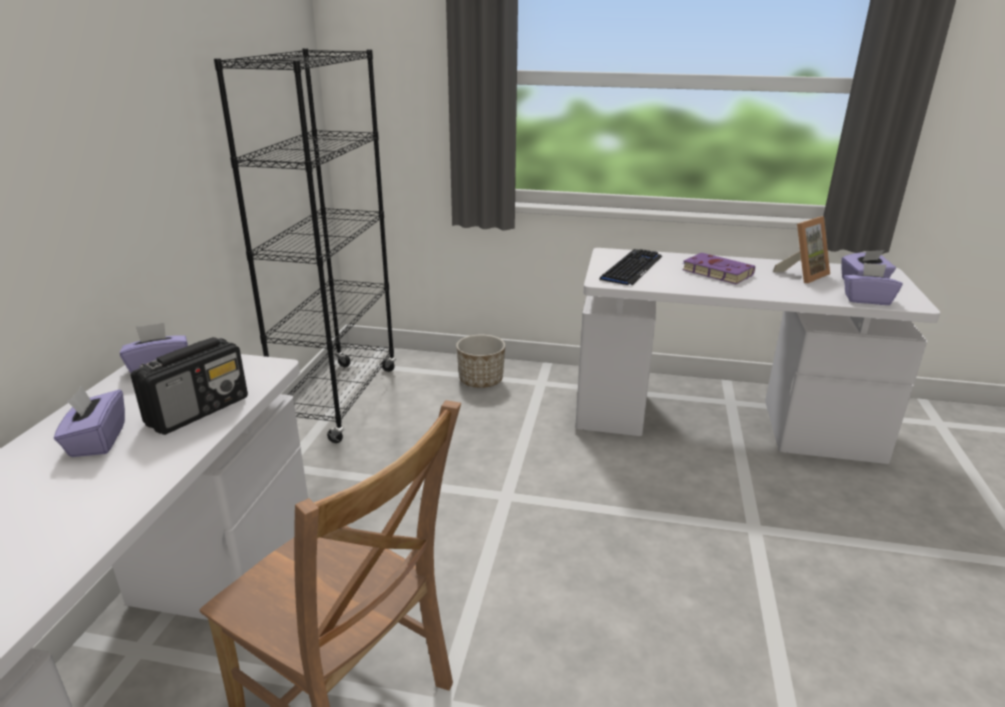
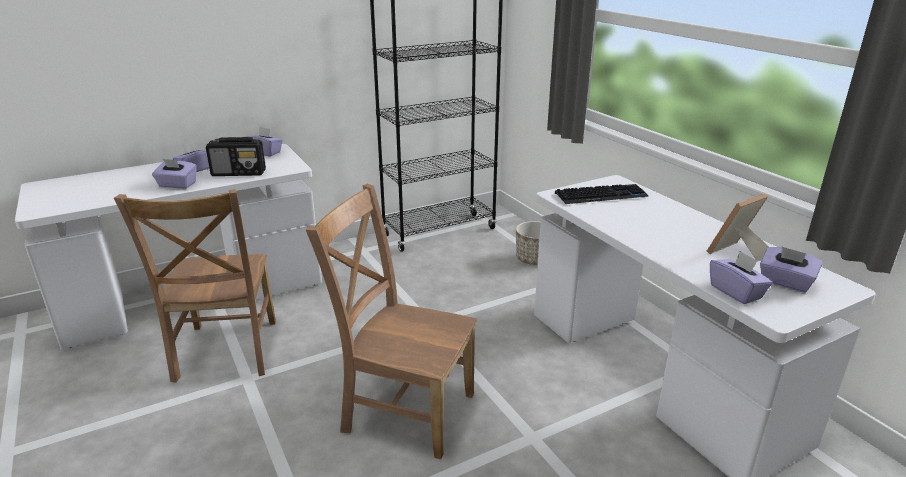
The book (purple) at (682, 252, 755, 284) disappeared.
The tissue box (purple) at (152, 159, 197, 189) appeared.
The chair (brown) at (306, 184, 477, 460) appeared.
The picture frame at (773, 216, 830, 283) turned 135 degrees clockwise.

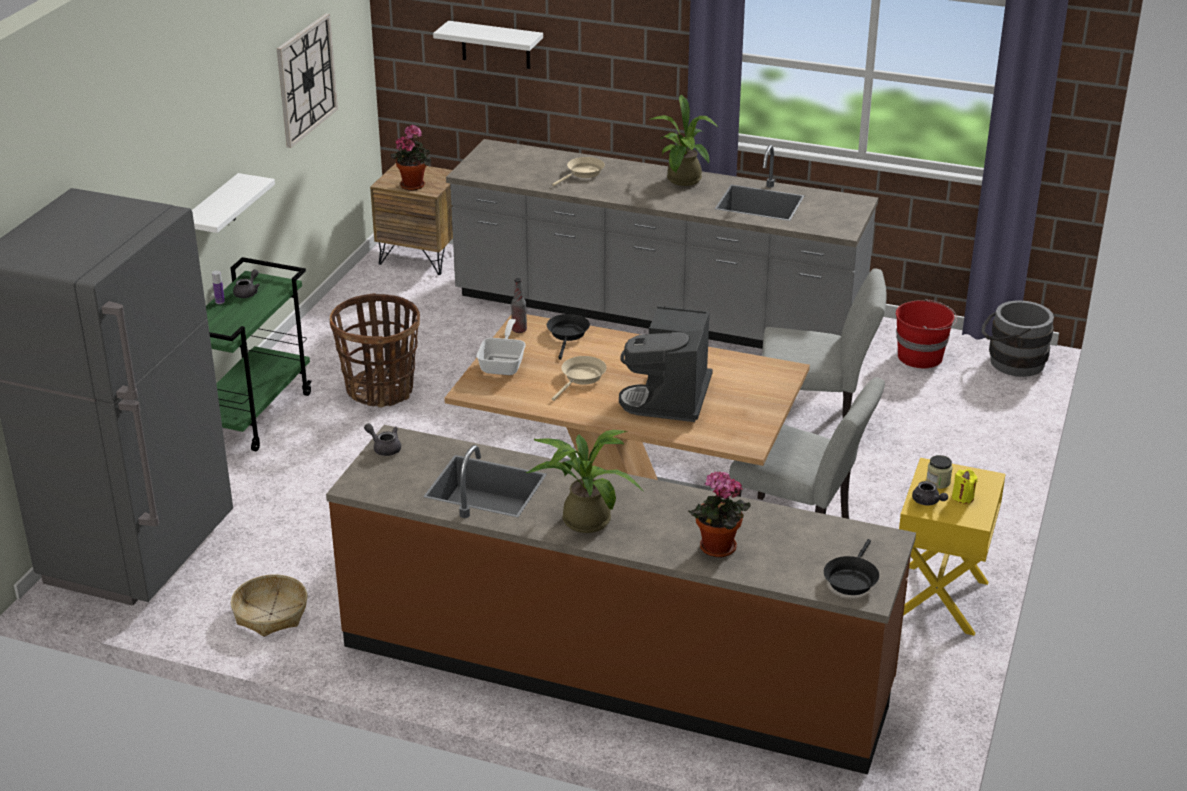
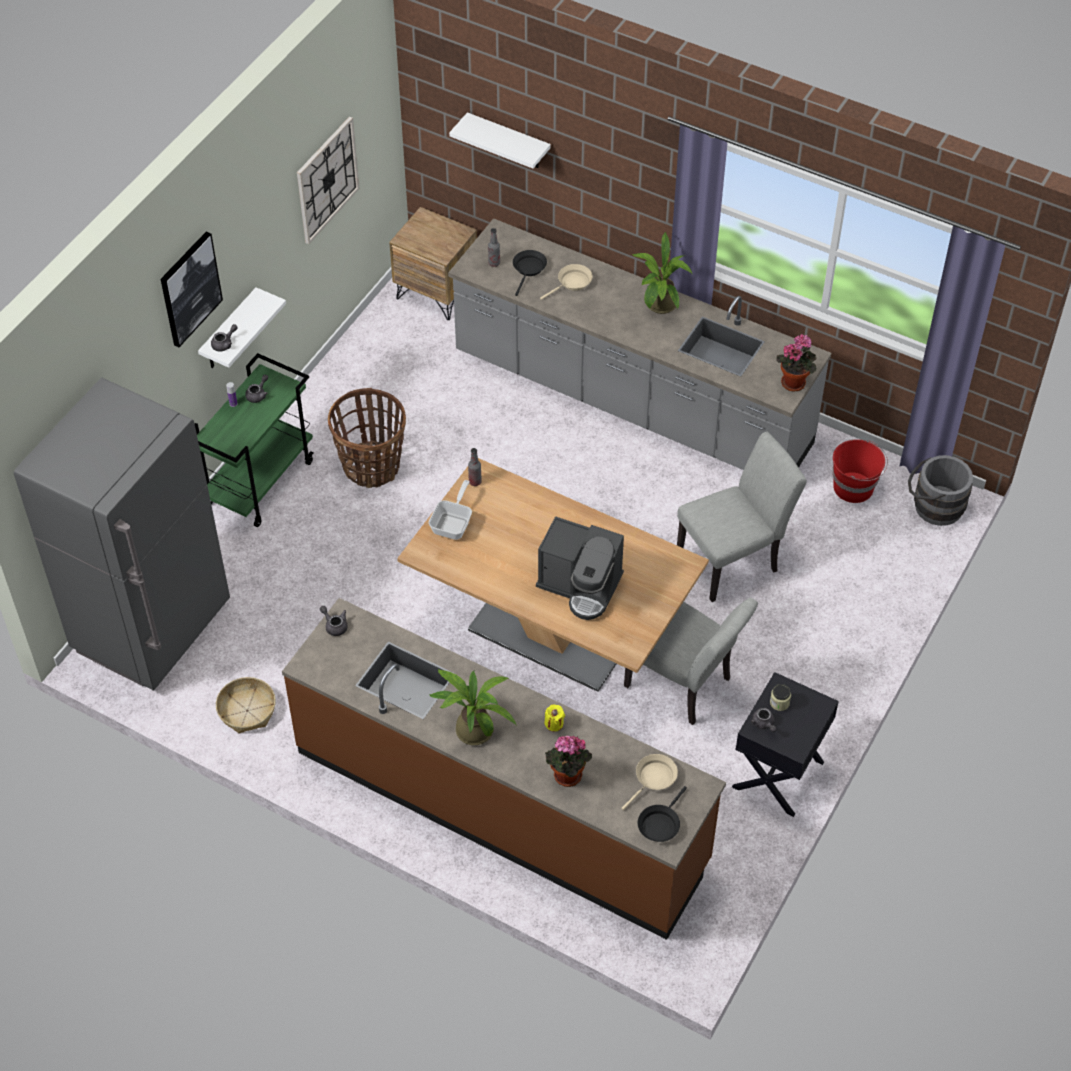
The picture at (161, 232, 223, 347) appeared.
The teapot (grey) at (211, 324, 238, 352) appeared.
The bottle at (488, 228, 500, 267) appeared.
The potted plant moved from (391, 125, 431, 191) to (776, 334, 817, 392).
The frying pan (black) moved from (547, 314, 590, 360) to (513, 250, 547, 296).
The frying pan (beige) moved from (552, 356, 607, 401) to (621, 754, 678, 810).
The candle (yellow) moved from (952, 469, 977, 504) to (544, 705, 565, 732).
The nightstand (yellow) at (899, 458, 1006, 636) became the nightstand (black) at (732, 672, 839, 817).
The coffee machine at (619, 306, 713, 422) turned 90 degrees counterclockwise.
The chair (grey) at (762, 268, 887, 418) turned 45 degrees counterclockwise.

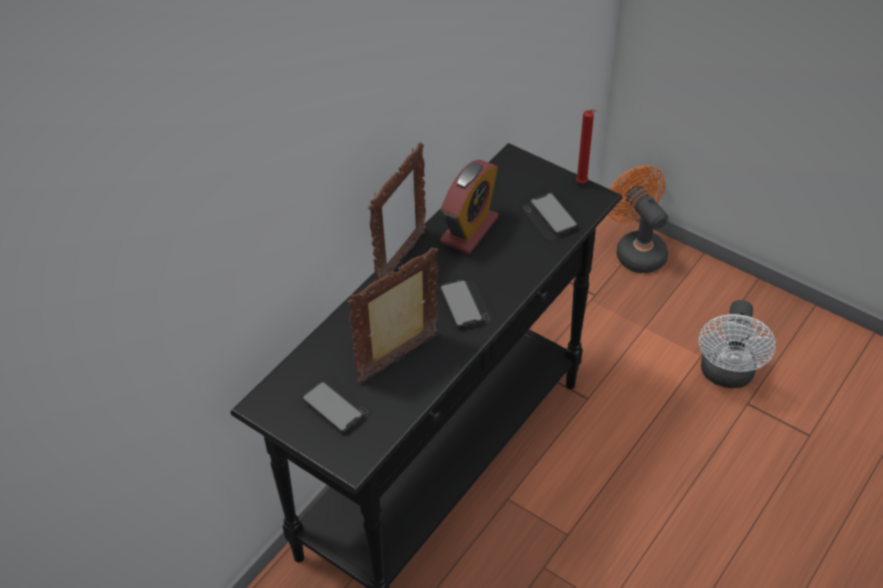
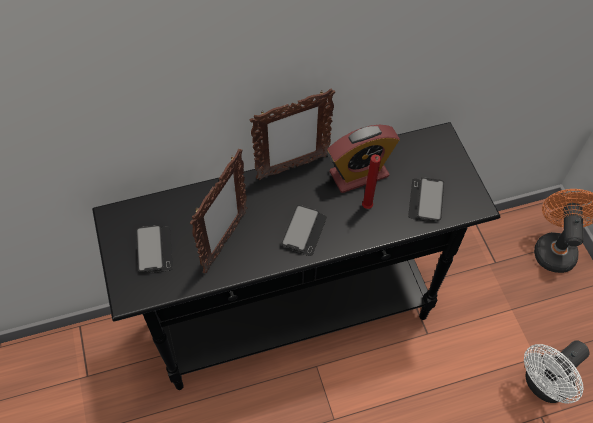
The candle (red) moved from (576, 109, 596, 183) to (362, 154, 381, 209).
The picture frame at (347, 247, 439, 383) turned 120 degrees clockwise.

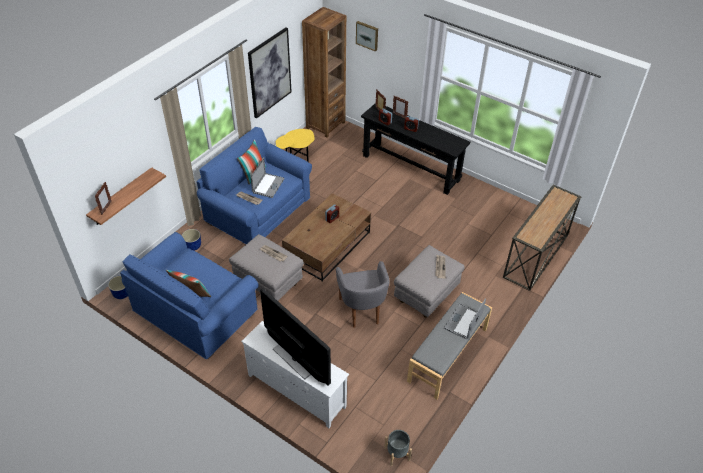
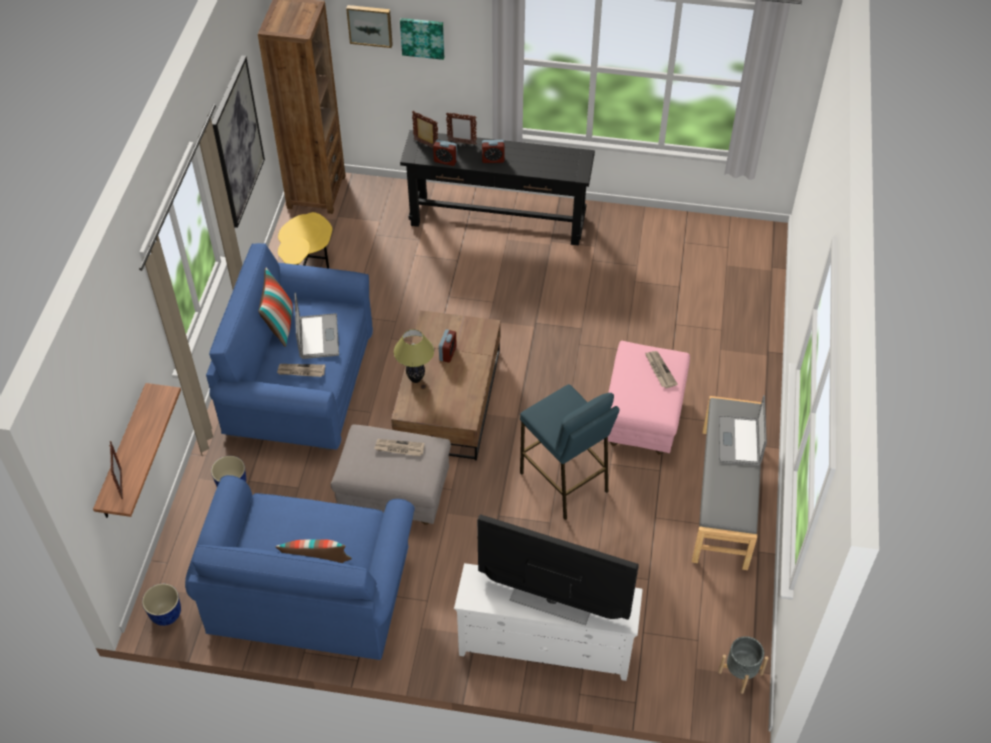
The console table at (503, 185, 581, 291) disappeared.
The table lamp at (394, 329, 434, 383) appeared.
The picture at (400, 18, 444, 60) appeared.
The armchair (grey) at (336, 261, 389, 328) was replaced by the stool (blue) at (520, 384, 620, 520).
The ottoman (grey) at (394, 245, 465, 317) became the ottoman (pink) at (603, 341, 690, 454).

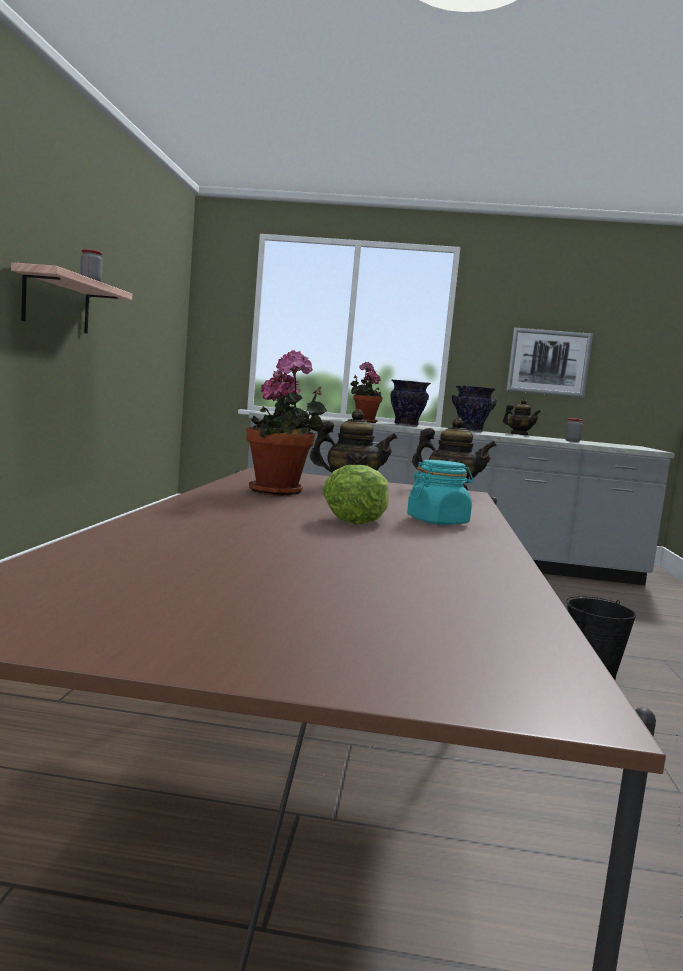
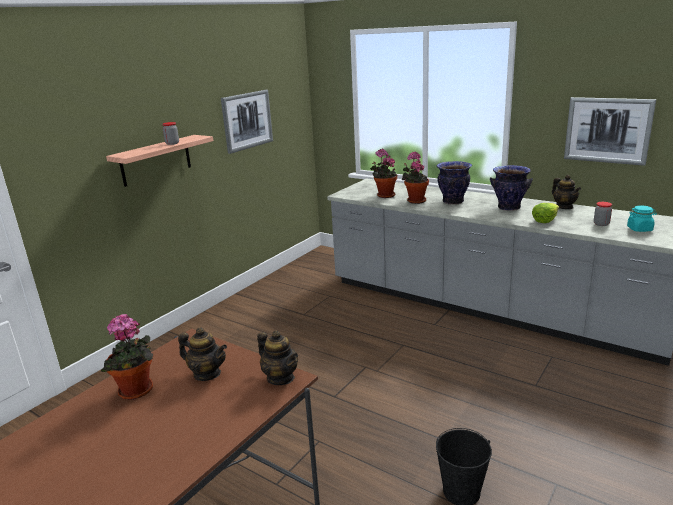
The picture at (221, 90, 273, 154) appeared.
The potted plant at (370, 149, 397, 198) appeared.
The lettuce moved from (322, 465, 389, 524) to (532, 203, 559, 223).
The jar (turquoise) moved from (407, 460, 473, 525) to (627, 205, 657, 232).

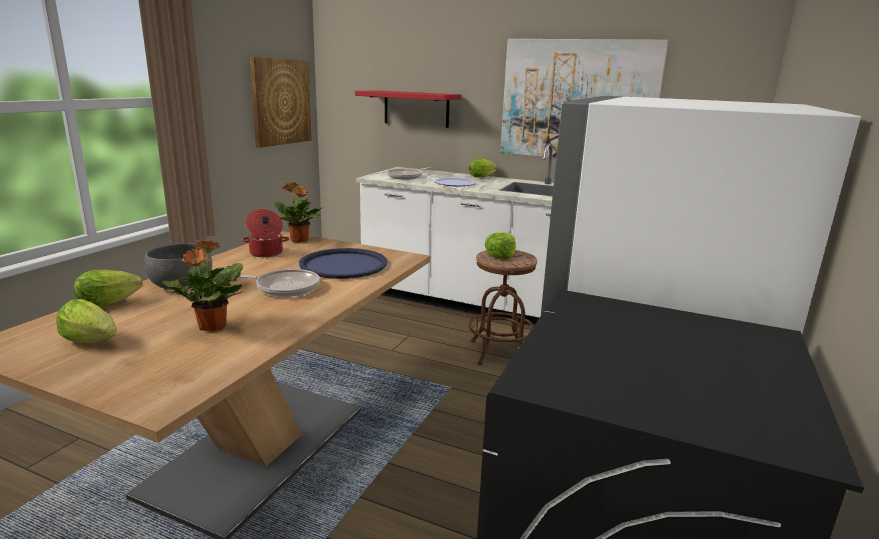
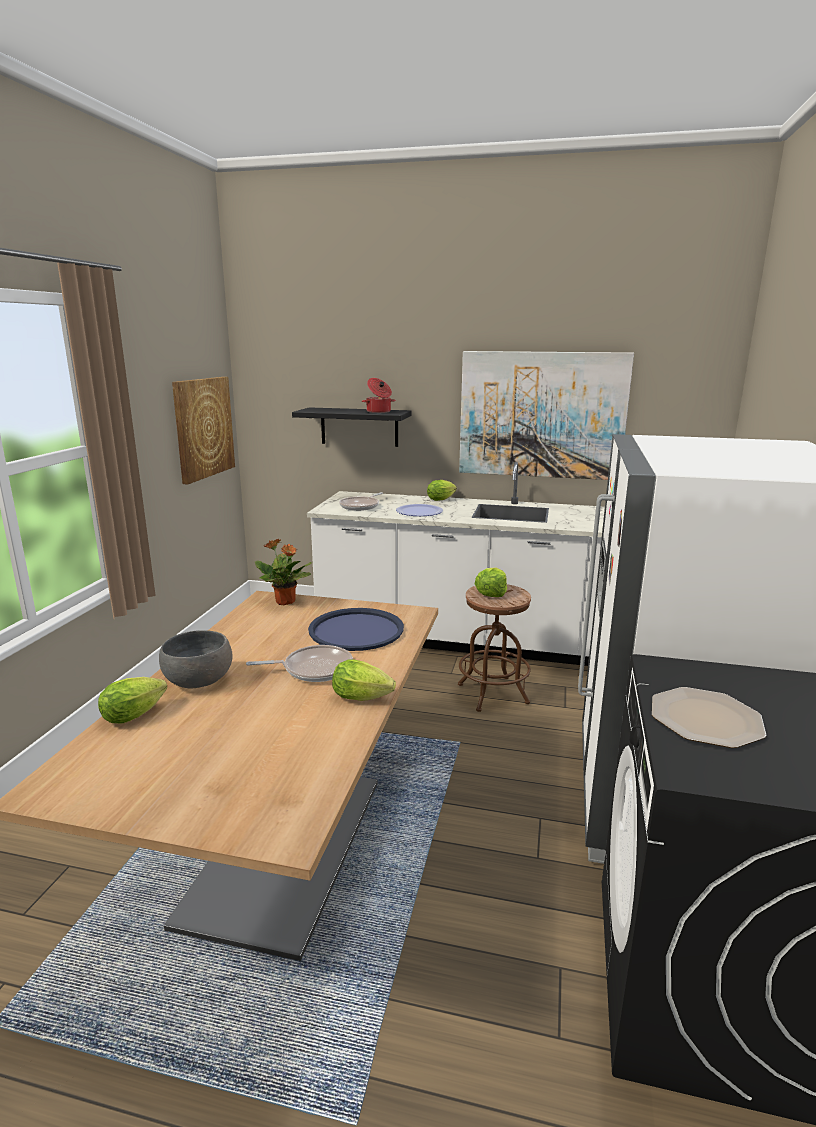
The potted plant at (162, 240, 243, 331) disappeared.
The plate at (652, 687, 767, 748) appeared.
The lettuce moved from (56, 299, 117, 344) to (332, 659, 396, 701).
The cooking pot moved from (241, 209, 289, 257) to (362, 378, 396, 413).
The shelf (red) at (355, 90, 461, 128) became the shelf (black) at (292, 407, 411, 447).

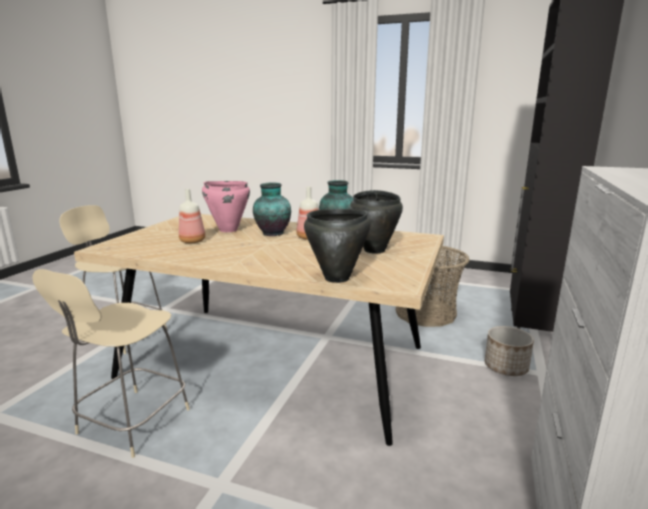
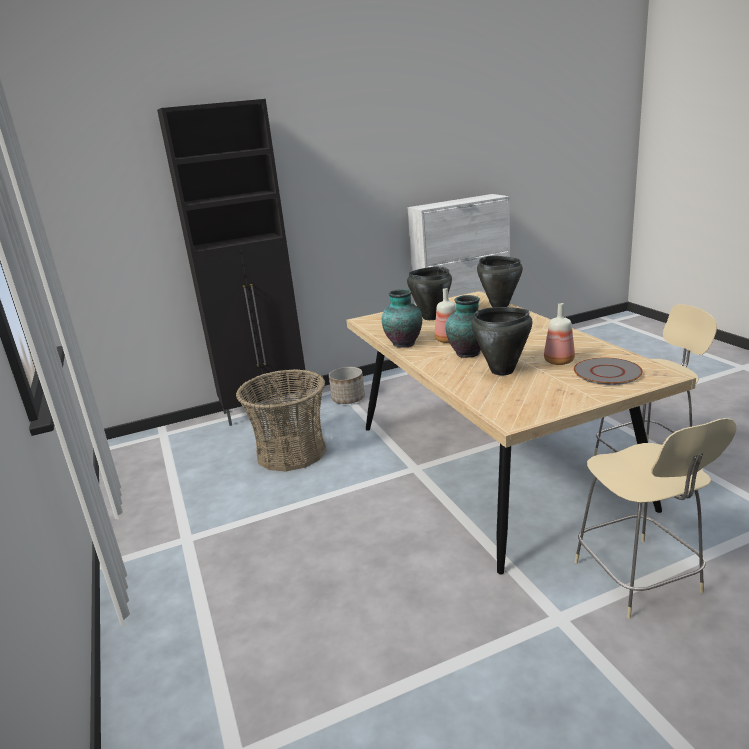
The plate (grey) at (574, 357, 643, 385) appeared.
The cooking pot (pink) at (202, 181, 250, 232) became the cooking pot (black) at (471, 307, 533, 375).

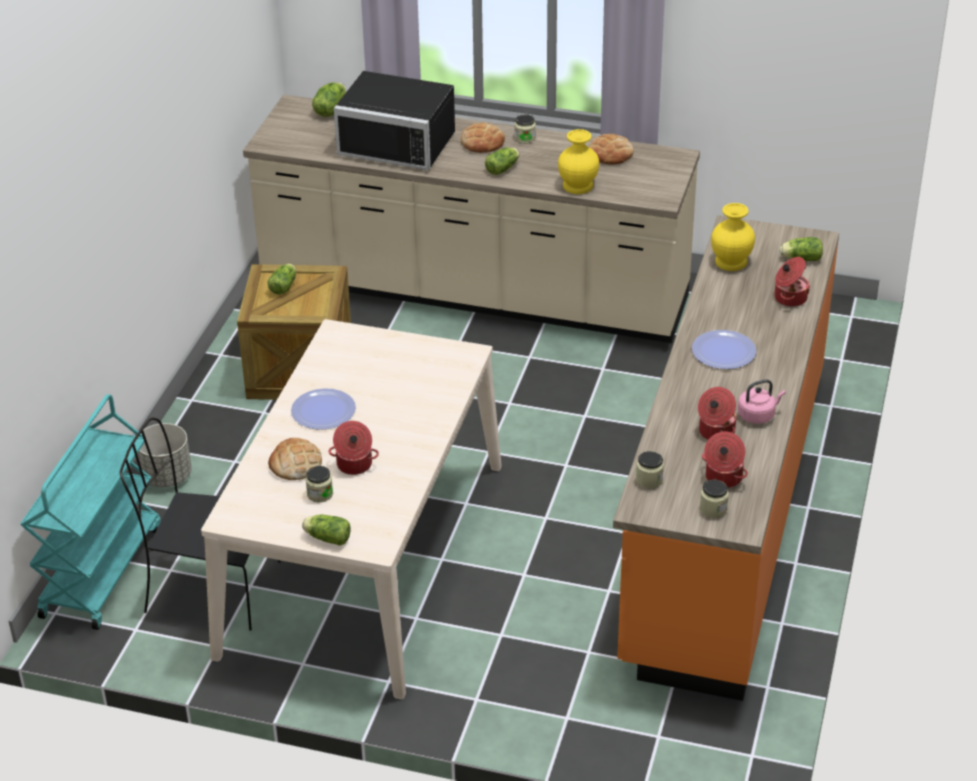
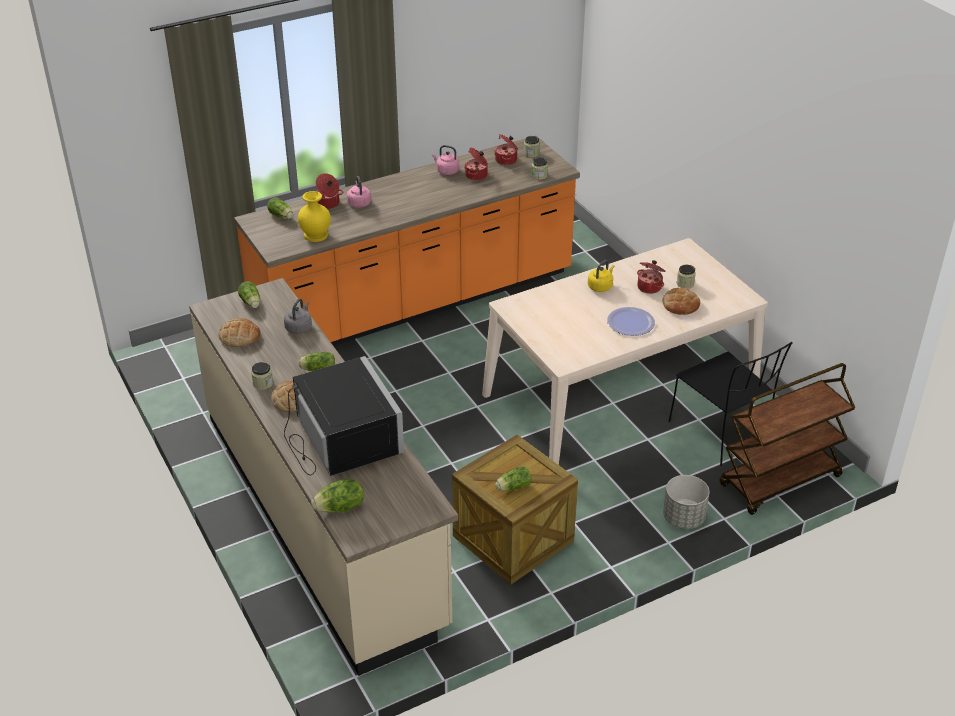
The plate at (692, 330, 756, 369) disappeared.
The kettle (pink) at (347, 176, 371, 208) appeared.
The kettle (yellow) at (588, 260, 615, 292) appeared.
The lettuce moved from (302, 515, 350, 546) to (238, 281, 260, 308).
The vase (yellow) at (558, 129, 599, 194) was replaced by the kettle (grey) at (284, 299, 312, 334).
The cart (turquoise) at (20, 394, 161, 630) became the cart (brown) at (719, 363, 855, 515).

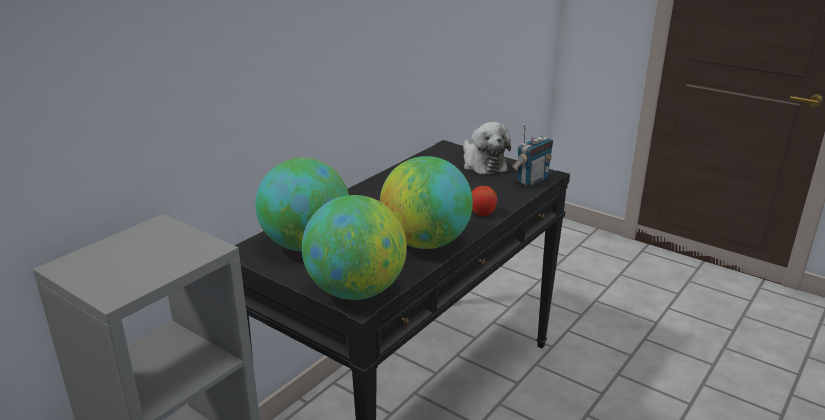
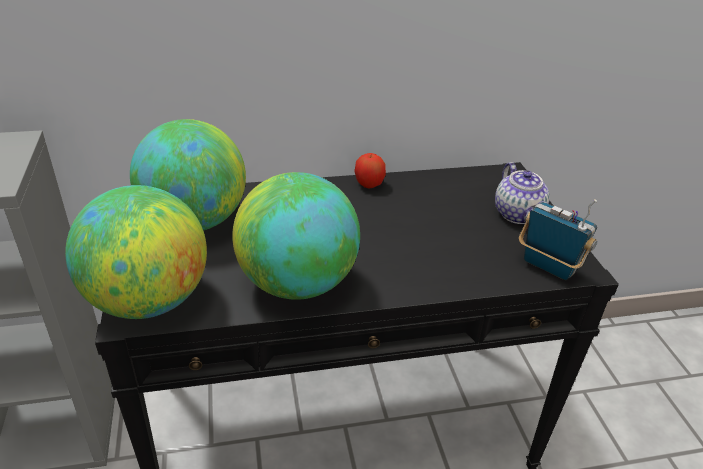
The apple moved from (472, 186, 497, 216) to (354, 153, 386, 189).
The plush toy at (463, 122, 511, 175) was replaced by the teapot at (495, 162, 550, 224).
The radio at (512, 123, 553, 186) turned 135 degrees counterclockwise.

